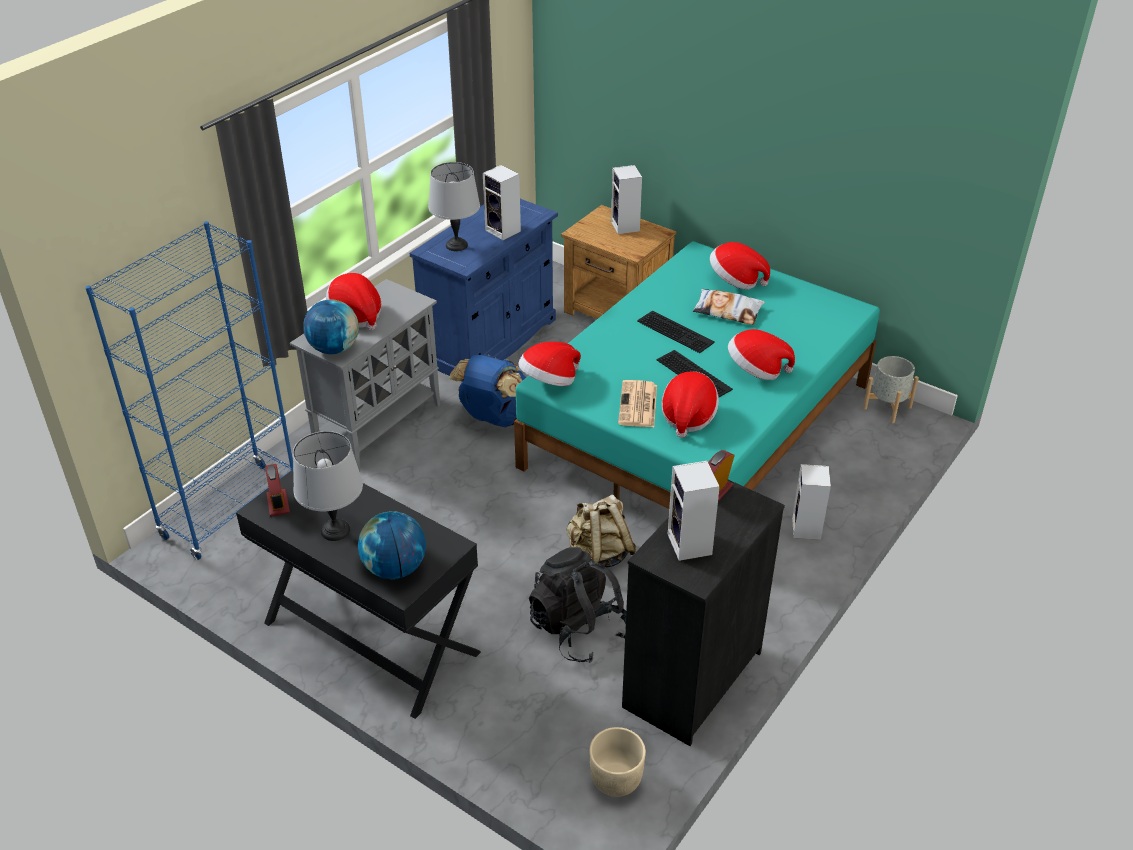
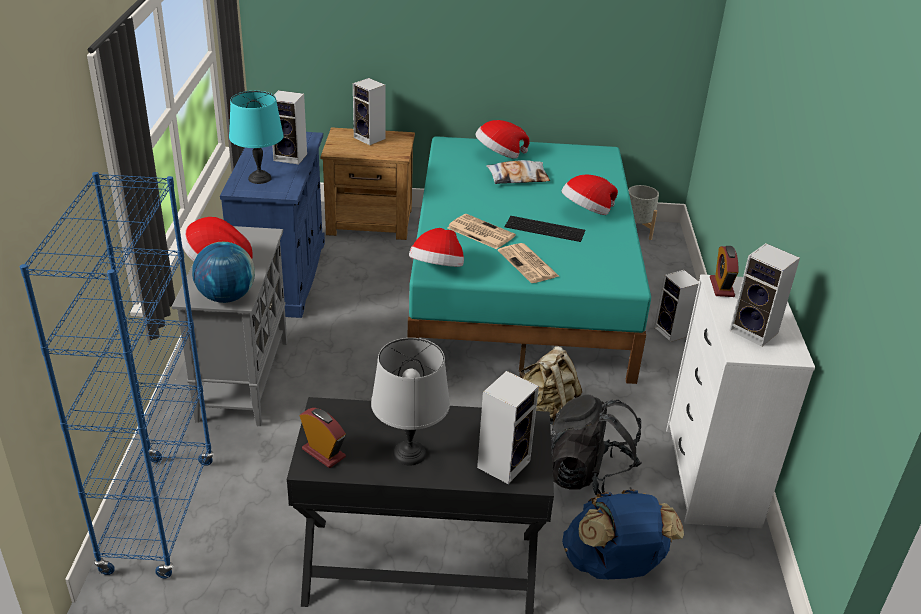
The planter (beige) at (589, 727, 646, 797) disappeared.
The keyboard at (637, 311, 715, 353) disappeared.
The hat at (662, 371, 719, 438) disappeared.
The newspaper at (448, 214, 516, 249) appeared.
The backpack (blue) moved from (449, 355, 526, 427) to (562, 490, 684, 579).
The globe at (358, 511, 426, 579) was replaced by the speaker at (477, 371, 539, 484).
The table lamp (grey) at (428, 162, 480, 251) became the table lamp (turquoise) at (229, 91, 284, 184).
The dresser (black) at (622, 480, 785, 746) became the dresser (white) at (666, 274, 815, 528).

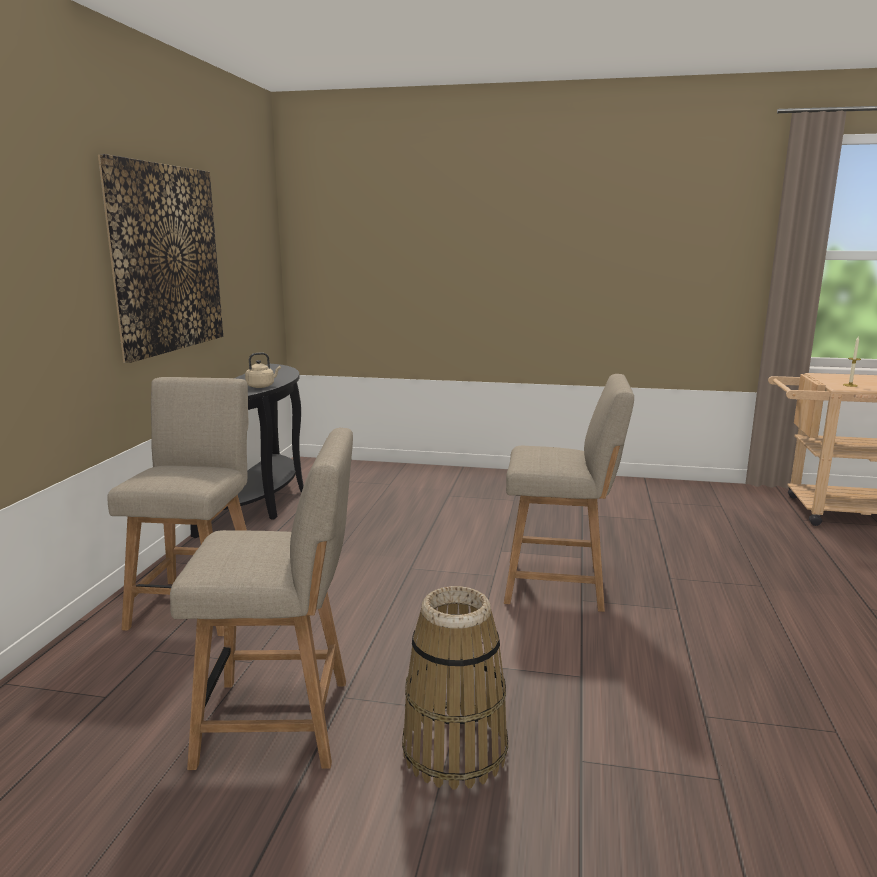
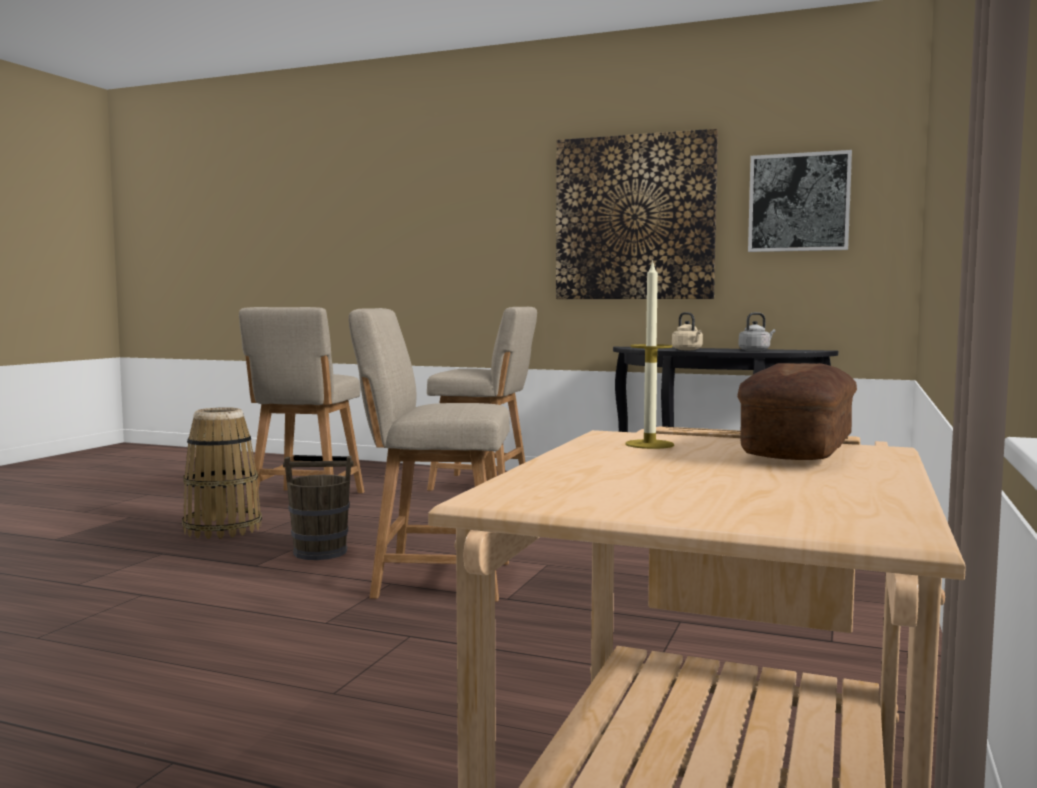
The bucket (brown) at (283, 456, 354, 560) appeared.
The bread at (737, 363, 857, 460) appeared.
The kettle (grey) at (738, 312, 775, 351) appeared.
The picture at (748, 150, 852, 252) appeared.
The chair (beige) at (504, 374, 634, 612) turned 75 degrees clockwise.

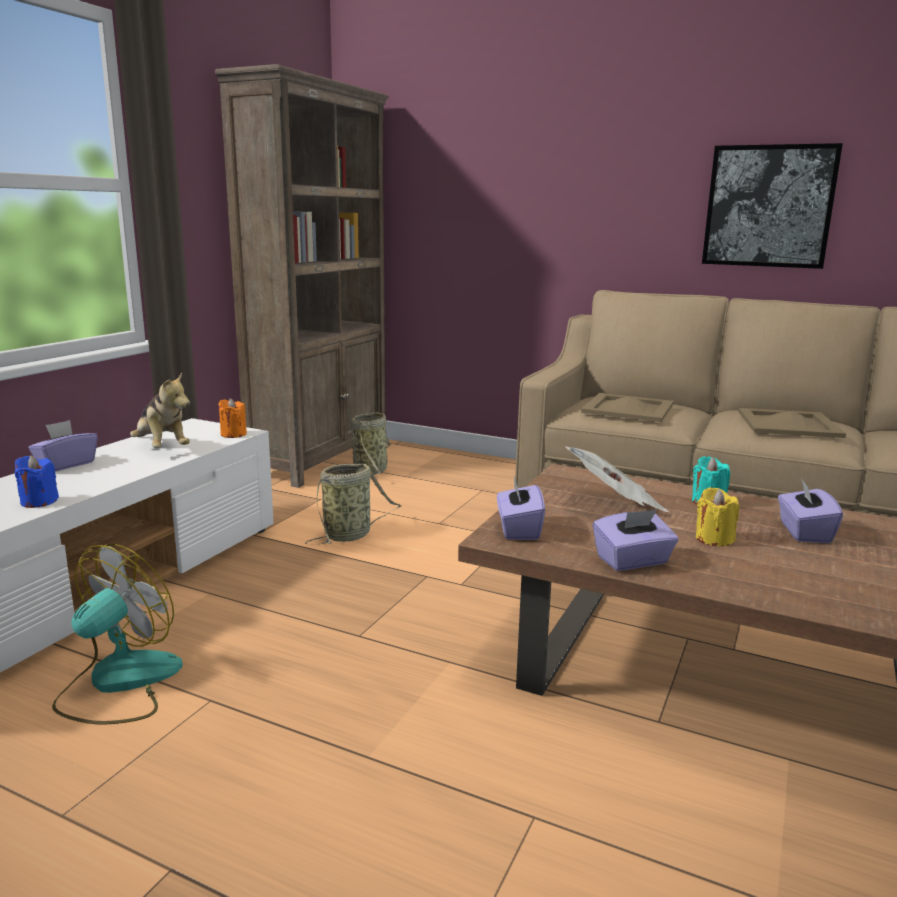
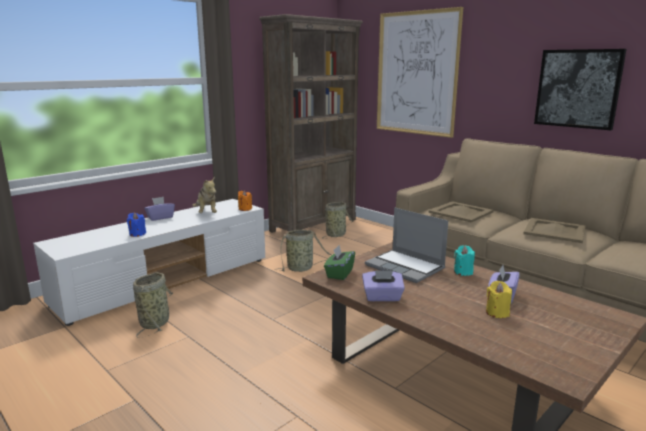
The picture at (377, 7, 463, 138) appeared.
The candle (yellow) moved from (696, 487, 739, 546) to (486, 281, 512, 318).
The fan at (52, 544, 183, 725) was replaced by the basket at (133, 272, 173, 338).
The newspaper at (565, 446, 670, 512) was replaced by the laptop at (365, 208, 448, 283).
The tissue box (purple) at (497, 477, 545, 540) became the tissue box (green) at (324, 245, 355, 280).

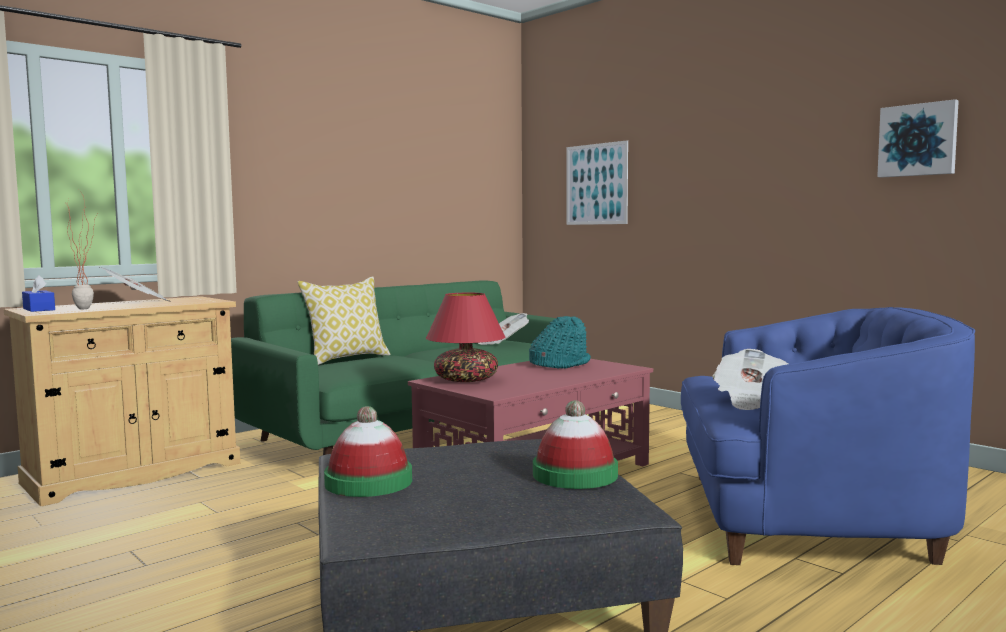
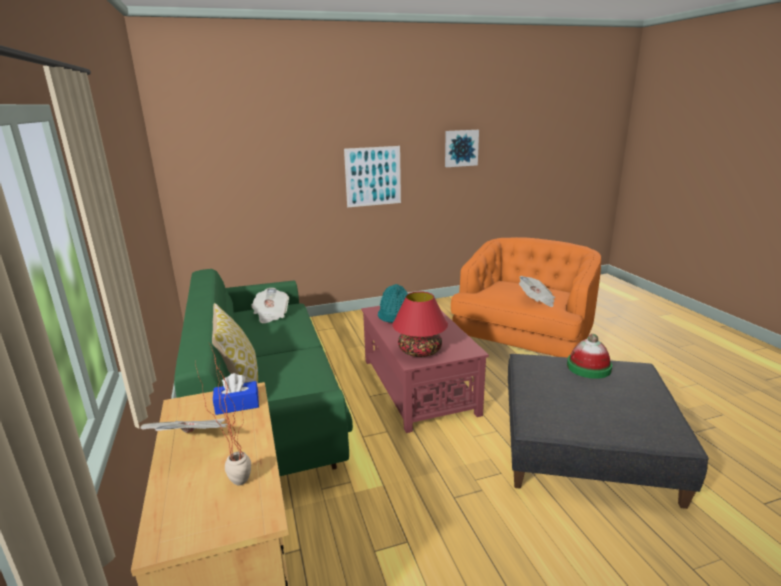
The hat at (324, 406, 412, 497) disappeared.
The tissue box (blue) moved from (22, 275, 55, 312) to (213, 373, 259, 415).
The picture moved from (567, 140, 628, 225) to (344, 146, 401, 208).
The armchair (blue) at (681, 307, 975, 565) became the armchair (orange) at (451, 237, 601, 358).

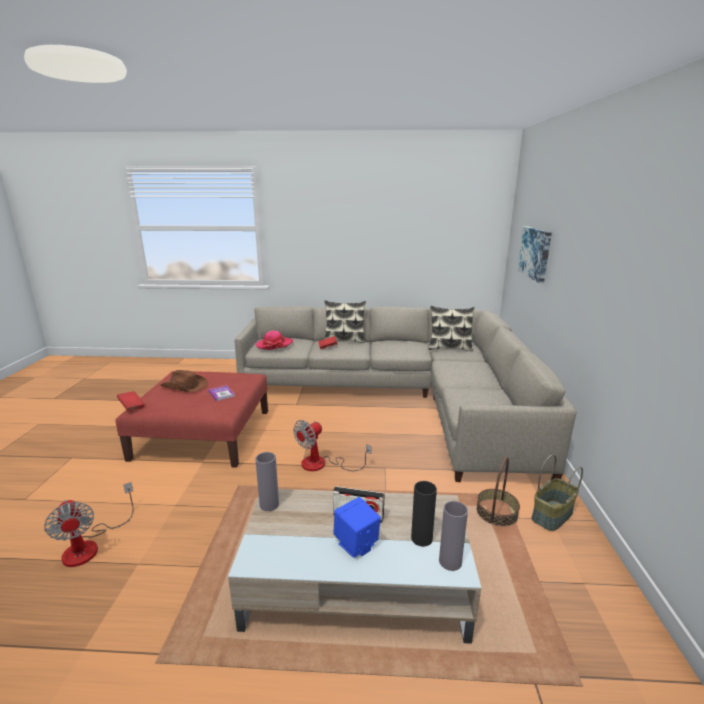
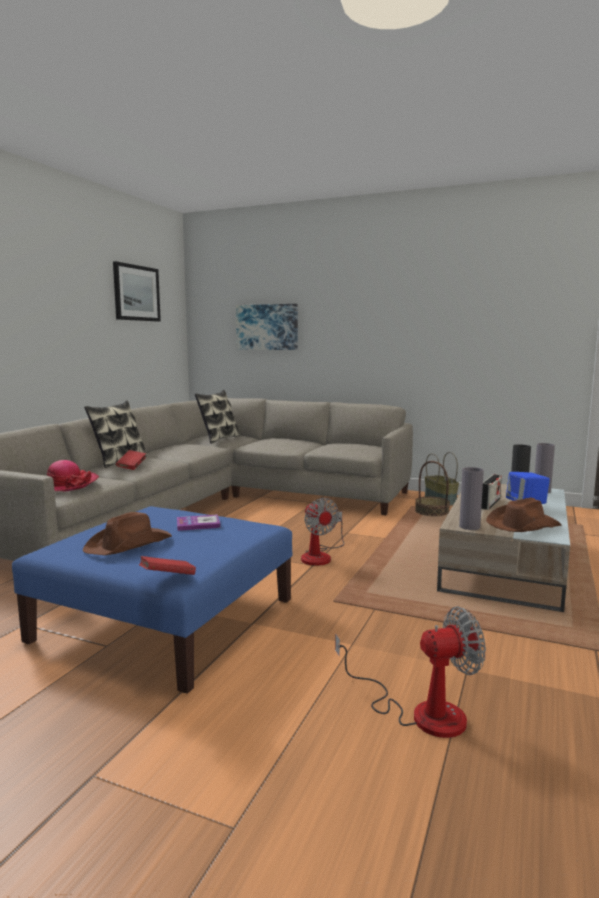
The picture at (113, 261, 161, 322) appeared.
The hat (brown) at (486, 497, 561, 532) appeared.
The ottoman (red) at (115, 371, 268, 468) became the ottoman (blue) at (12, 506, 292, 694).

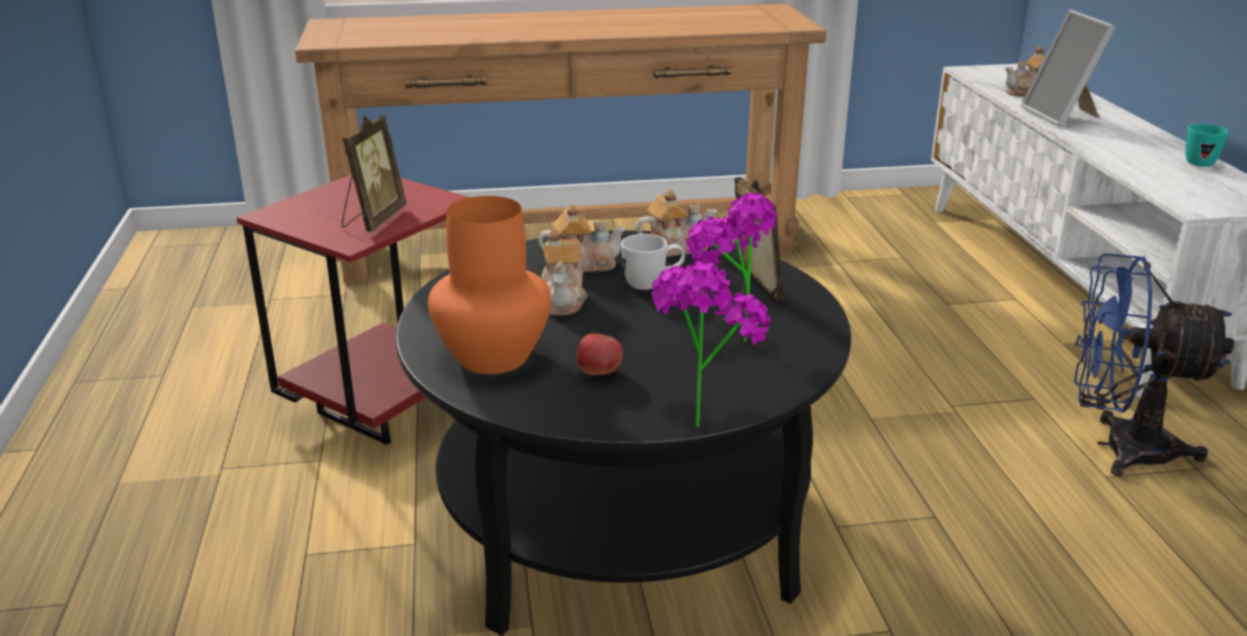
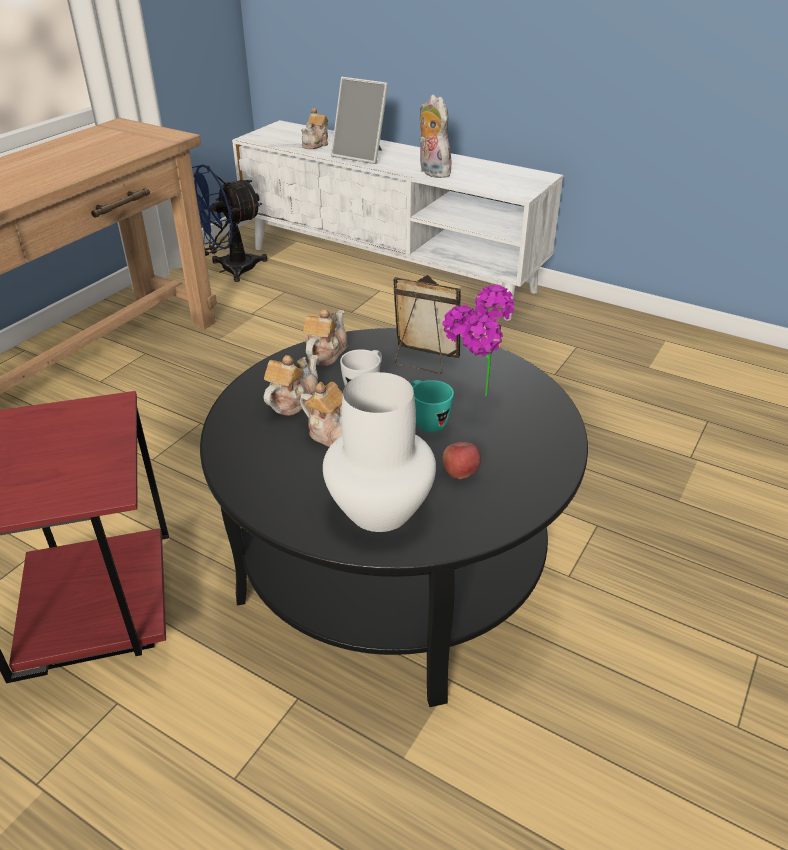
The picture frame at (342, 115, 406, 232) disappeared.
The potted plant at (651, 261, 770, 427) disappeared.
The plush toy at (419, 95, 451, 178) appeared.
The fan (blue) moved from (1074, 253, 1234, 476) to (192, 164, 268, 282).
The mug (turquoise) moved from (1185, 123, 1229, 167) to (411, 380, 454, 432).
The vase (orange) at (428, 196, 551, 374) became the vase (white) at (323, 372, 436, 532).

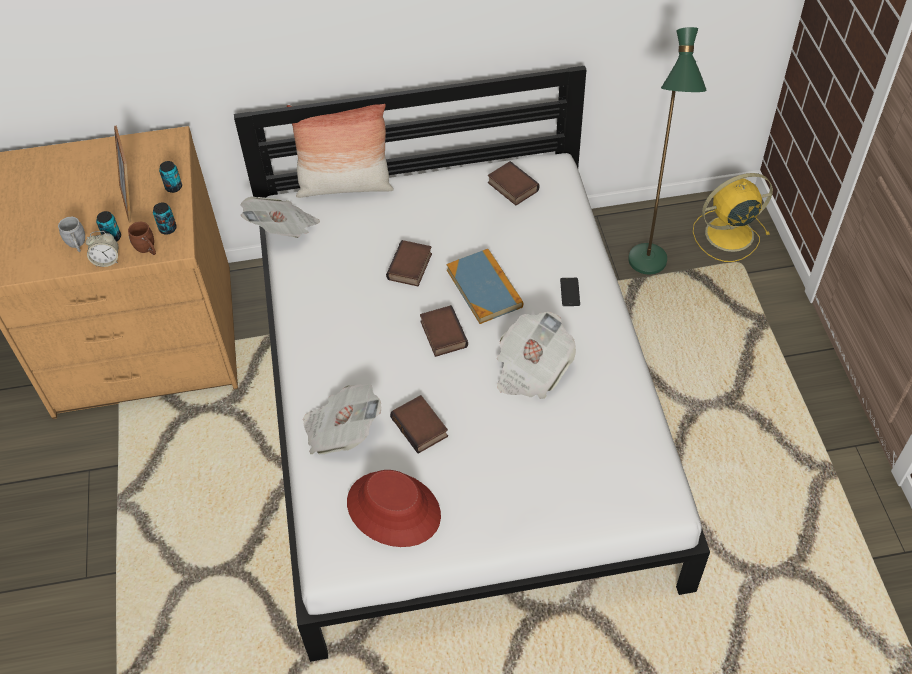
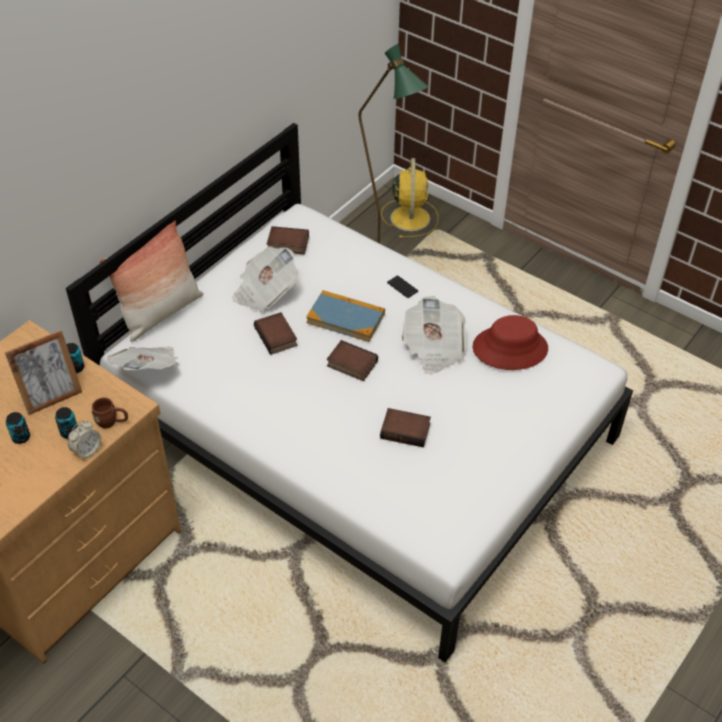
The mug (grey) at (58, 217, 85, 252) disappeared.
The can moved from (153, 203, 177, 235) to (6, 412, 30, 444).
The newspaper moved from (303, 384, 381, 455) to (232, 246, 298, 312).
The hat (red) moved from (347, 470, 441, 547) to (473, 315, 548, 370).
The picture frame at (114, 126, 131, 223) turned 60 degrees counterclockwise.
The fan (yellow) at (693, 173, 773, 262) turned 150 degrees clockwise.

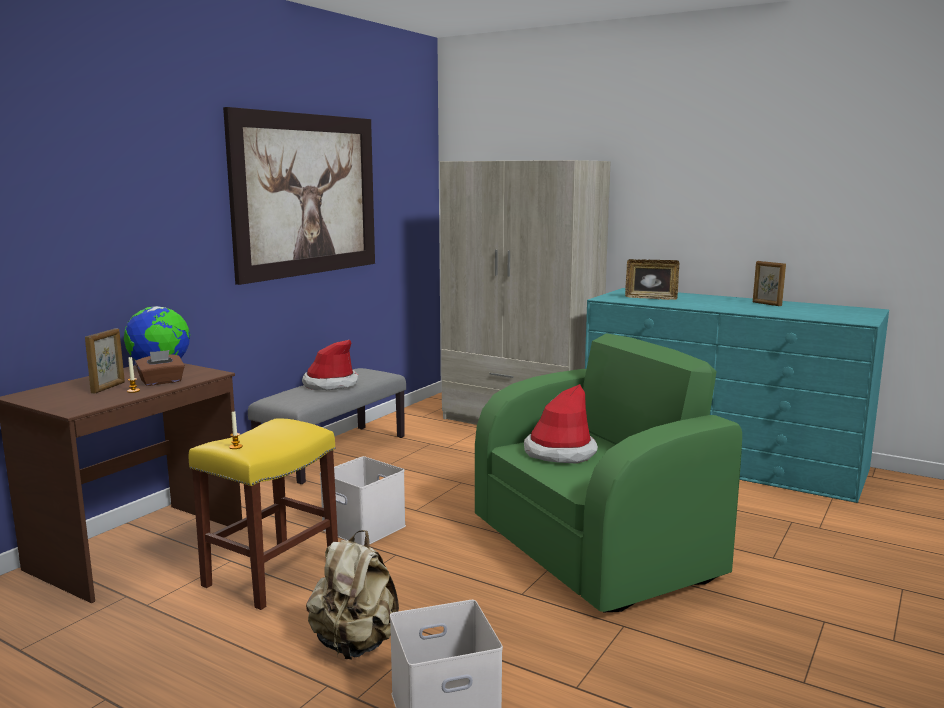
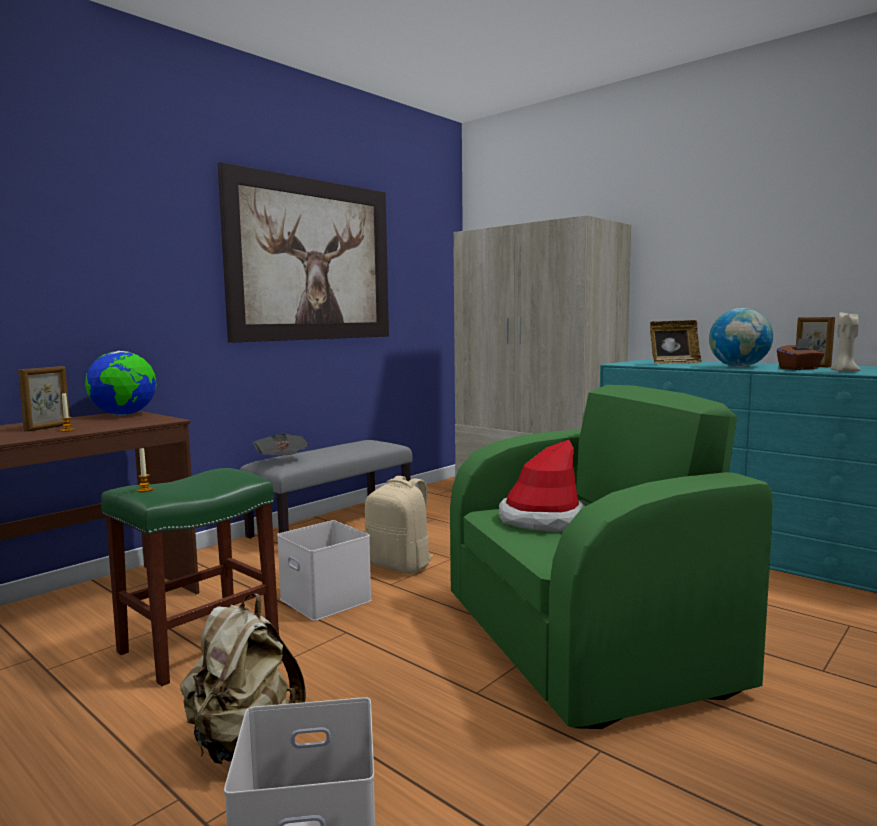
The hat at (302, 340, 358, 390) disappeared.
The newspaper at (252, 434, 309, 456) appeared.
The backpack (beige) at (365, 476, 433, 574) appeared.
The globe at (709, 308, 773, 367) appeared.
The candle (beige) at (830, 312, 861, 372) appeared.
The tissue box (brown) moved from (135, 350, 185, 386) to (777, 338, 824, 370).
The stool (yellow) at (189, 419, 338, 610) became the stool (green) at (101, 468, 279, 686).
The picture frame at (625, 259, 679, 300) turned 45 degrees counterclockwise.

